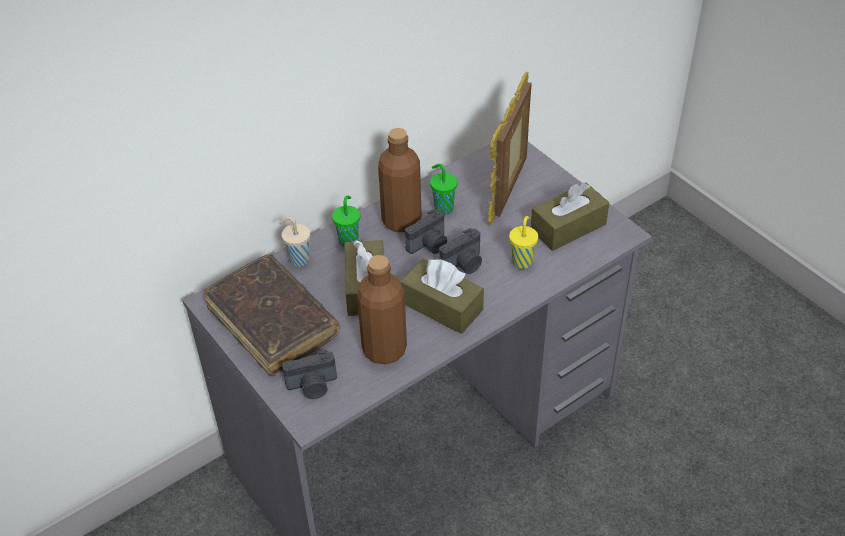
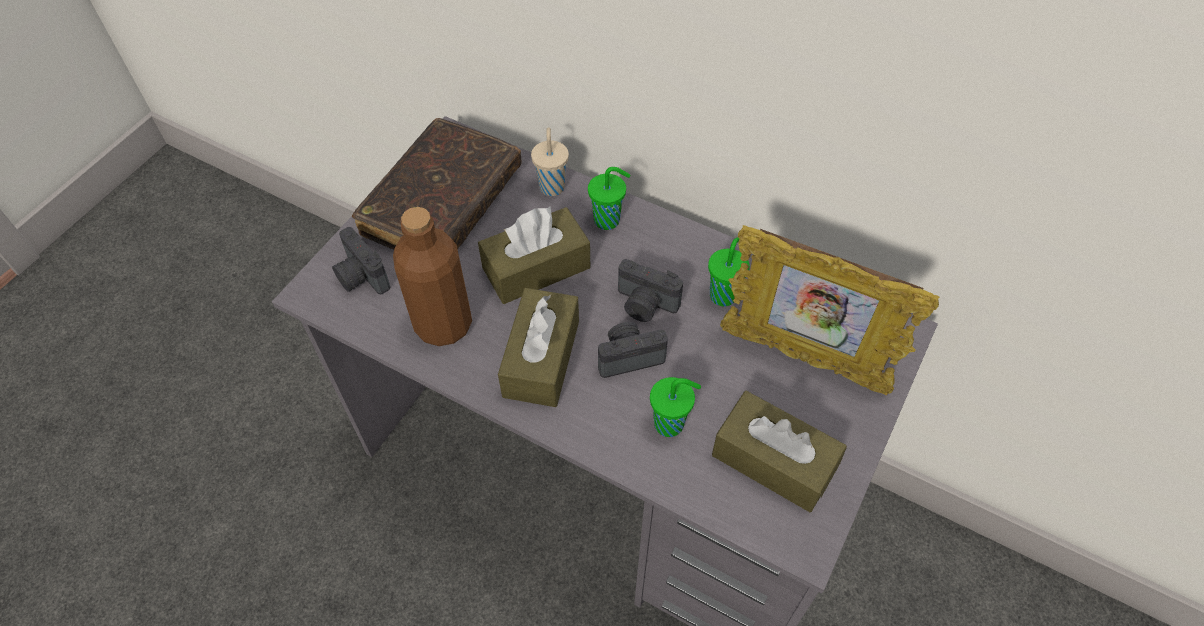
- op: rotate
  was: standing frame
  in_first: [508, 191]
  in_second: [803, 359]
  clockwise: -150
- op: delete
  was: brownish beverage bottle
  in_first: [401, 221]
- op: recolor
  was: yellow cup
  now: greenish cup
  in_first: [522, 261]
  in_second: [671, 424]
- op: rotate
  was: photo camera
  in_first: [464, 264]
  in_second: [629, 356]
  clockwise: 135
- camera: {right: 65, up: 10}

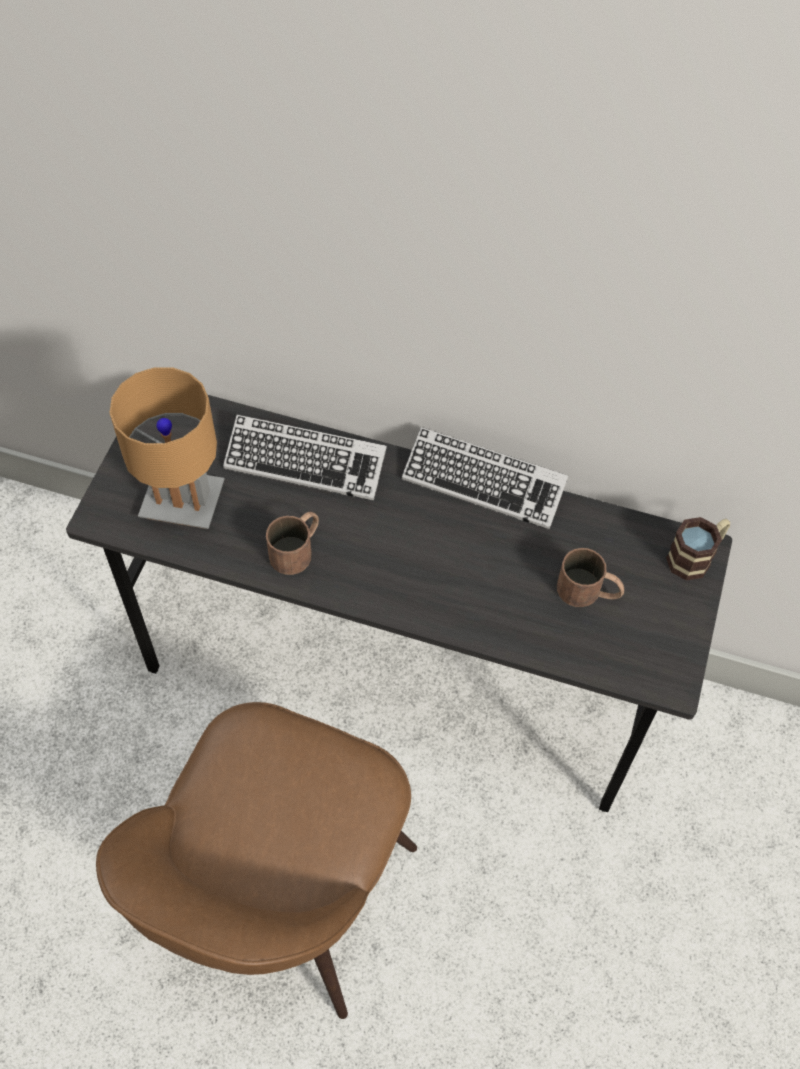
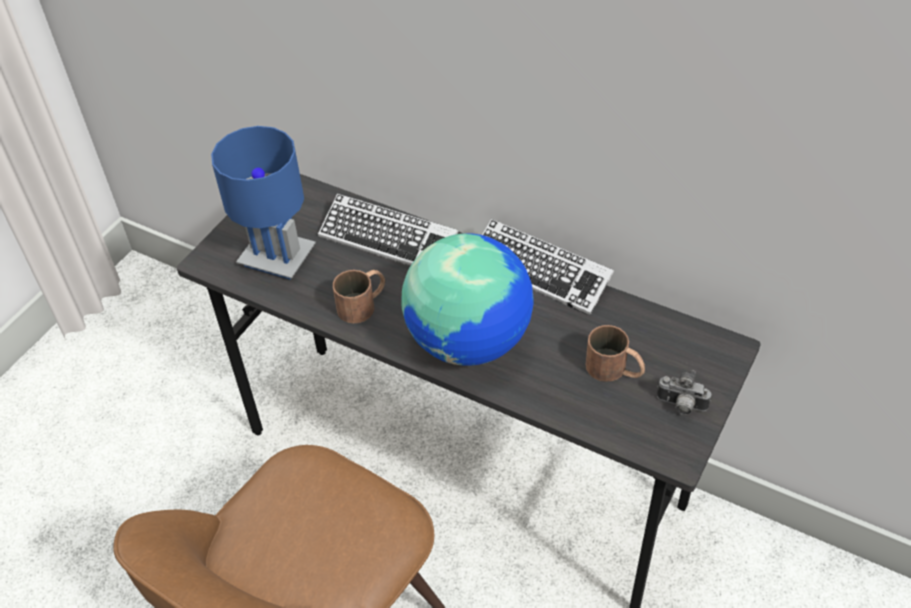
- op: recolor
  was: brownish tabletop lamp
  now: bluish tabletop lamp
  in_first: [182, 503]
  in_second: [277, 258]
- op: delete
  was: mug
  in_first: [695, 557]
- op: insert
  now: desk globe
  in_second: [470, 341]
- op: insert
  now: photo camera
  in_second: [681, 406]
- camera: {right: 15, up: -10}

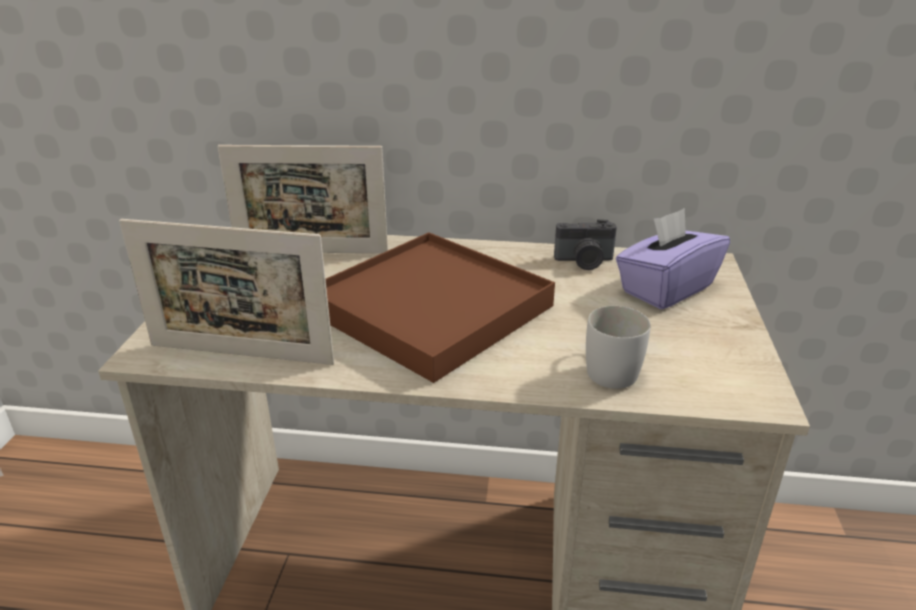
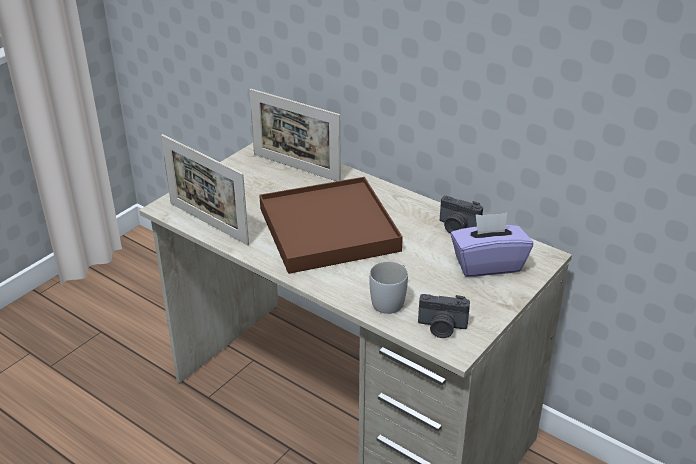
- op: insert
  now: photo camera
  in_second: [442, 328]
- camera: {right: 30, up: 5}

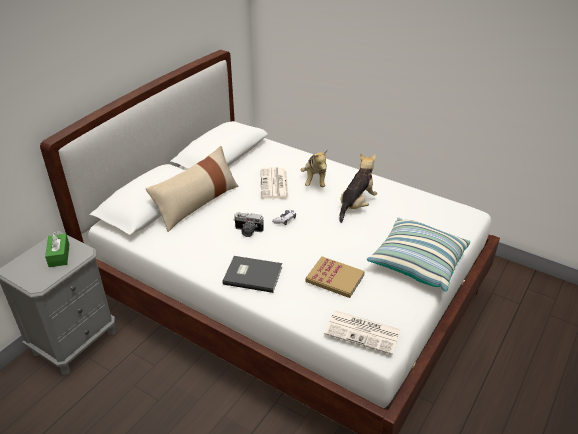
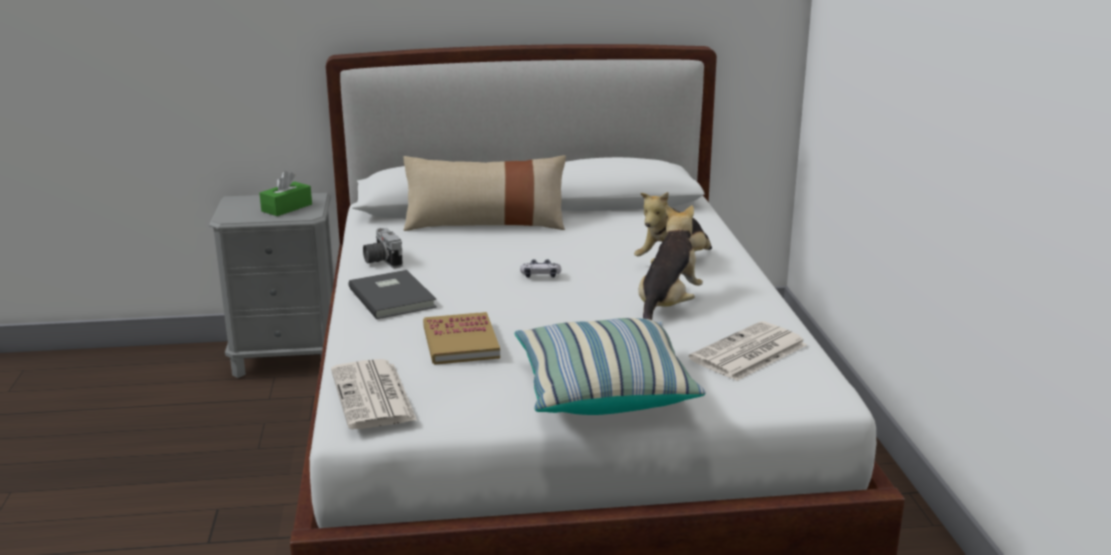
- op: rotate
  was: cuddly toy
  in_first: [356, 205]
  in_second: [667, 306]
  clockwise: -60
- op: move
  was: daily paper
  in_first: [274, 184]
  in_second: [748, 353]
- op: move
  was: photo camera
  in_first: [247, 231]
  in_second: [381, 261]
- camera: {right: 50, up: -15}

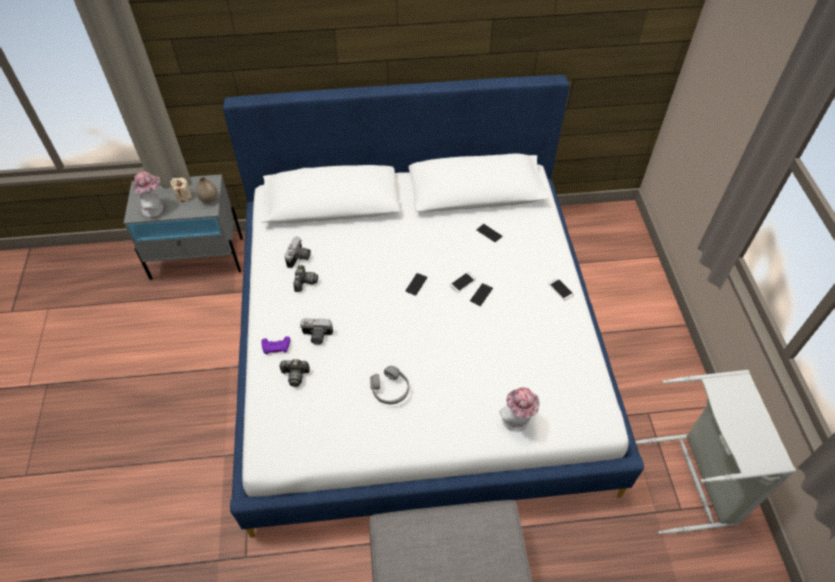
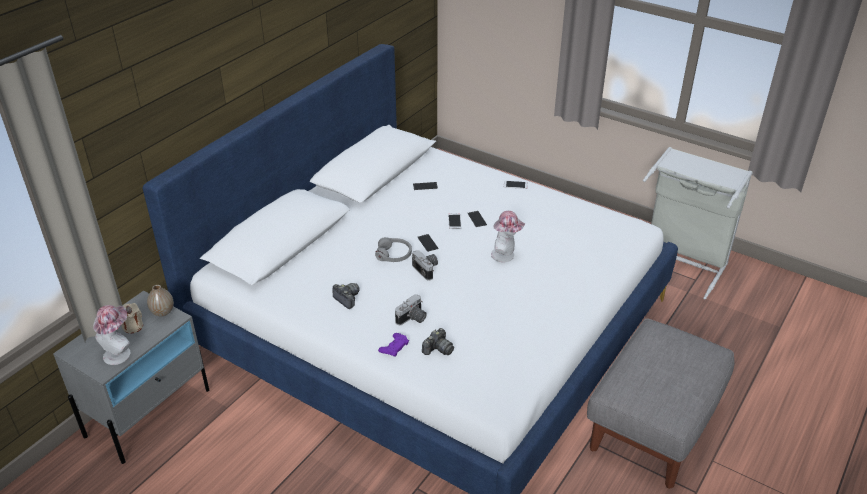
- op: move
  was: photo camera
  in_first: [299, 258]
  in_second: [427, 270]
- op: move
  was: greyish headset
  in_first: [390, 389]
  in_second: [394, 255]
- op: move
  was: wearable hat
  in_first: [517, 422]
  in_second: [506, 255]
- camera: {right: -50, up: -15}

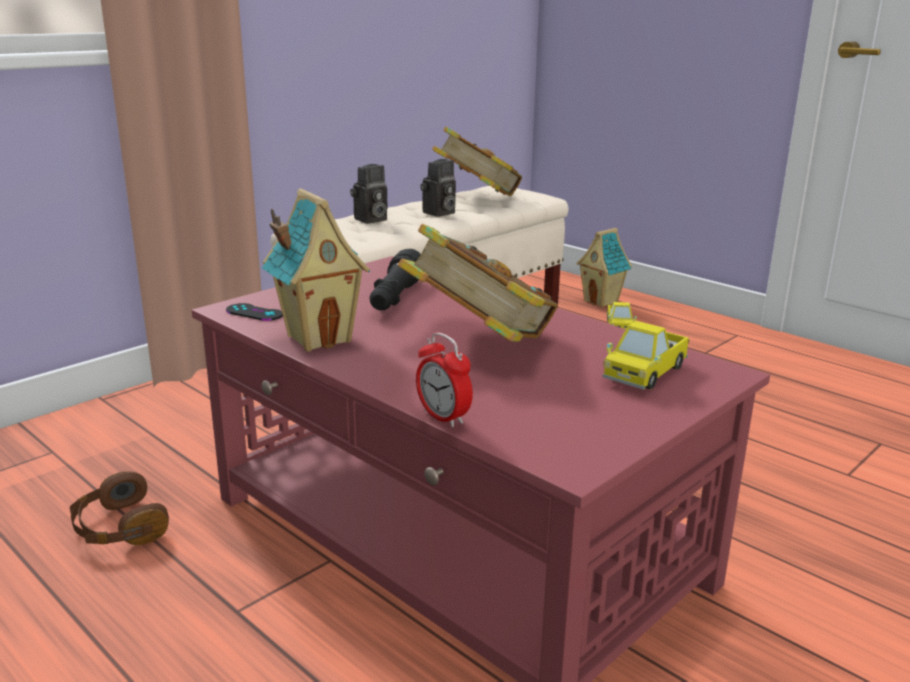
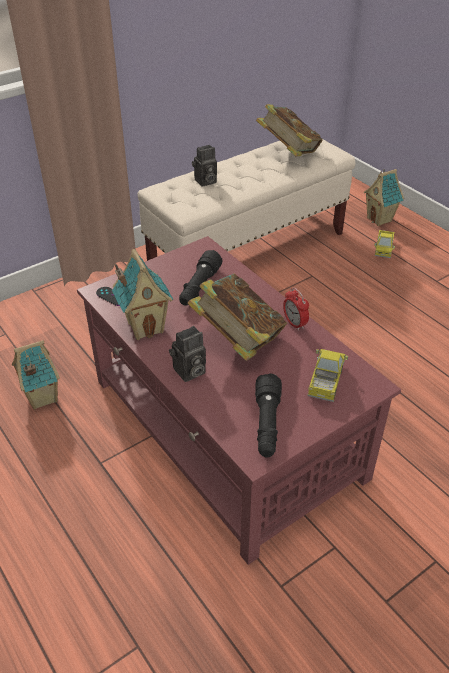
- op: move
  was: photo camera
  in_first: [439, 213]
  in_second: [189, 372]
- op: rotate
  was: model truck
  in_first: [645, 373]
  in_second: [326, 381]
  clockwise: 150
- op: move
  was: bedside clock
  in_first: [443, 417]
  in_second: [294, 323]
- op: replace
  was: brownish headset
  now: toy house
  in_first: [118, 528]
  in_second: [41, 398]
- op: insert
  now: black torch
  in_second: [267, 425]
- camera: {right: 10, up: 20}

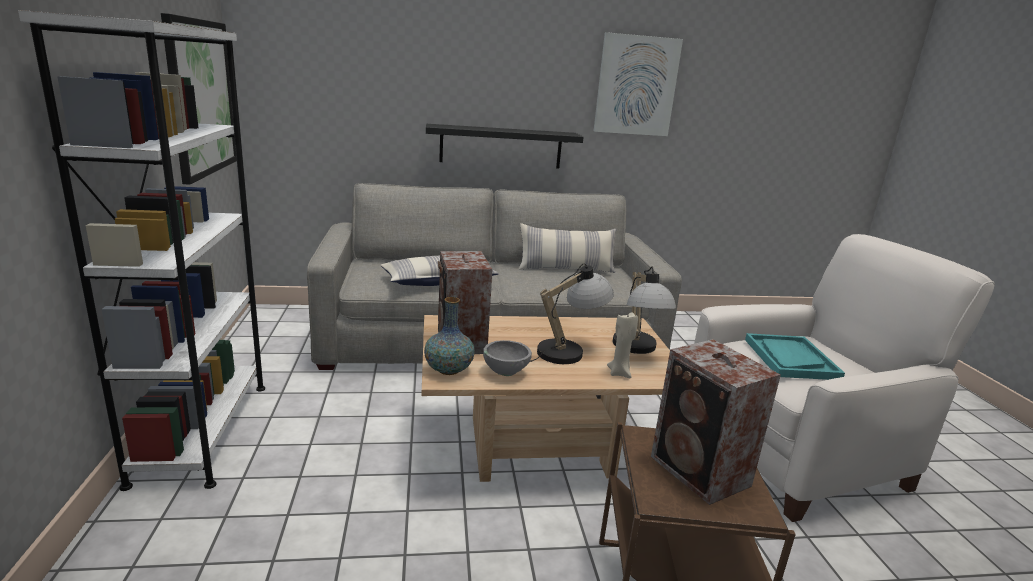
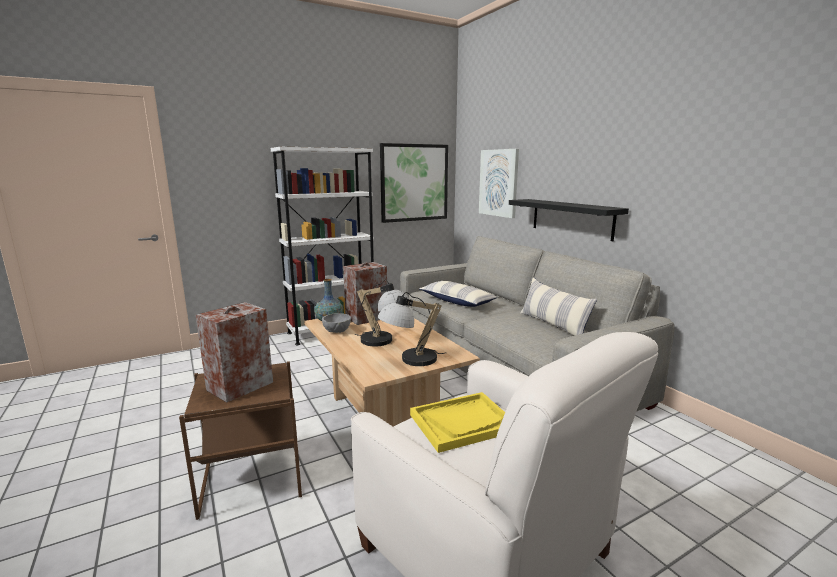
- op: move
  was: wall picture
  in_first: [636, 86]
  in_second: [499, 183]
- op: delete
  was: sand-coloured candle
  in_first: [619, 373]
- op: recolor
  was: blue-green carrying tray
  now: yellow carrying tray
  in_first: [790, 359]
  in_second: [462, 423]
- camera: {right: 70, up: -5}

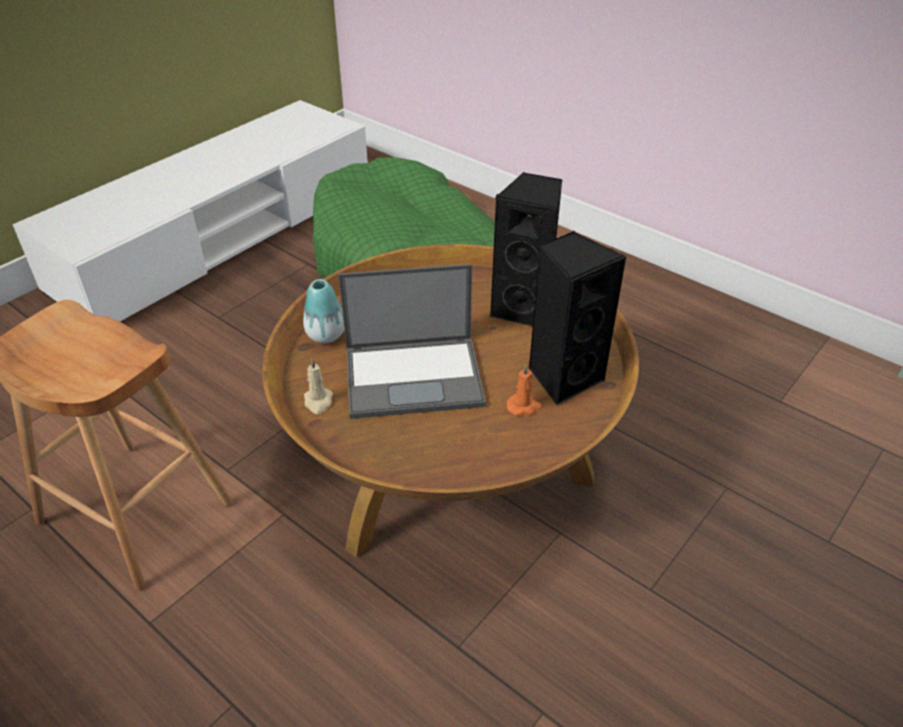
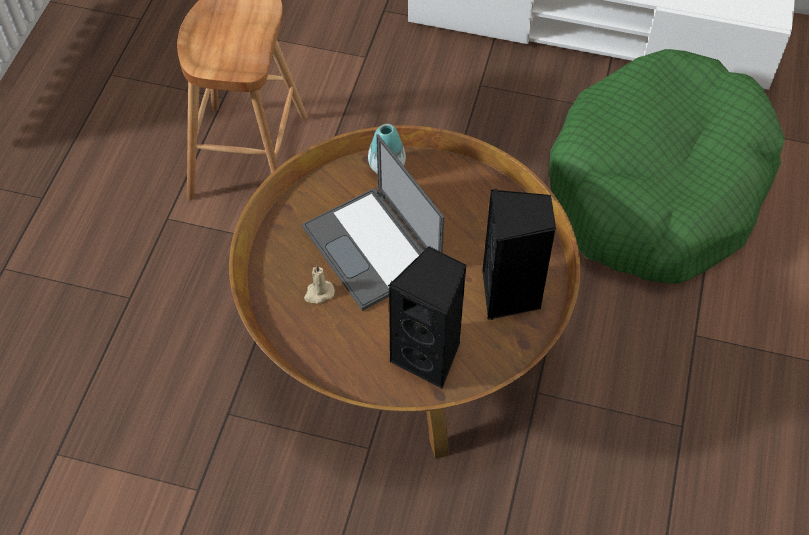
- op: move
  was: sand-coloured candle
  in_first: [318, 402]
  in_second: [319, 293]
- op: delete
  was: orangey candle
  in_first: [524, 406]
- camera: {right: 65, up: 15}

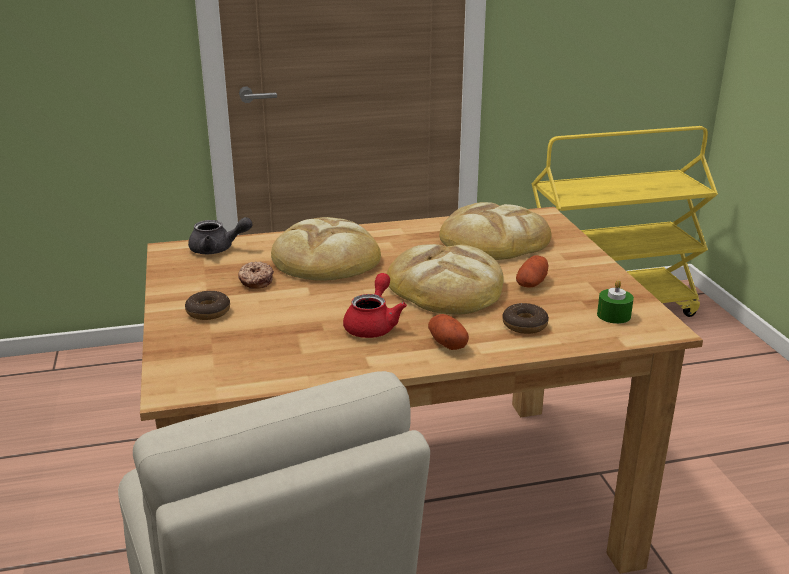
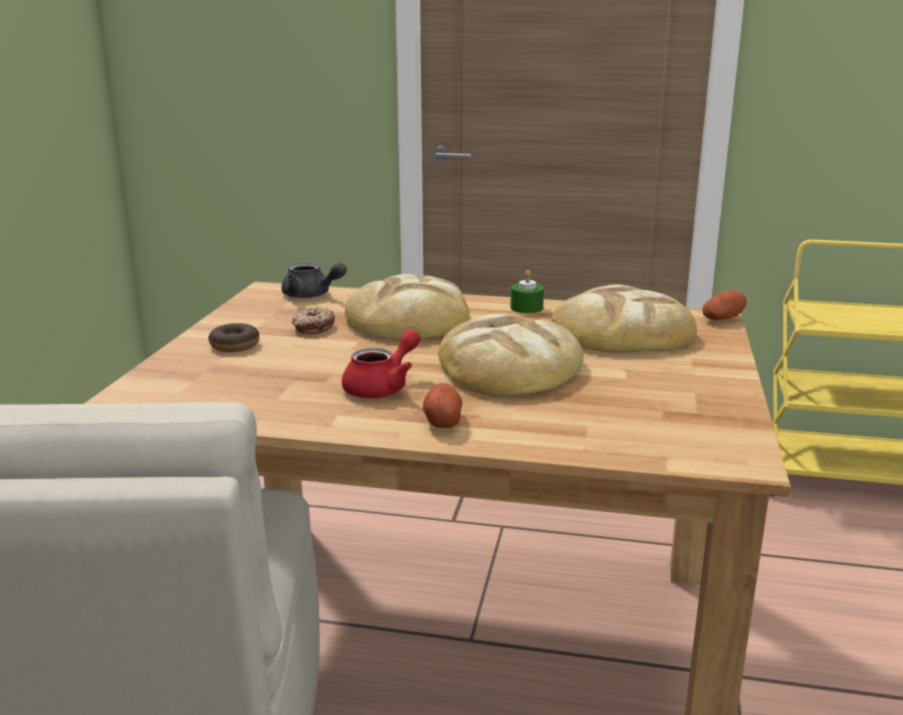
- op: move
  was: potato
  in_first: [531, 283]
  in_second: [723, 319]
- op: move
  was: greenish candle
  in_first: [613, 315]
  in_second: [526, 308]
- op: delete
  was: doughnut
  in_first: [524, 325]
- camera: {right: 25, up: -5}

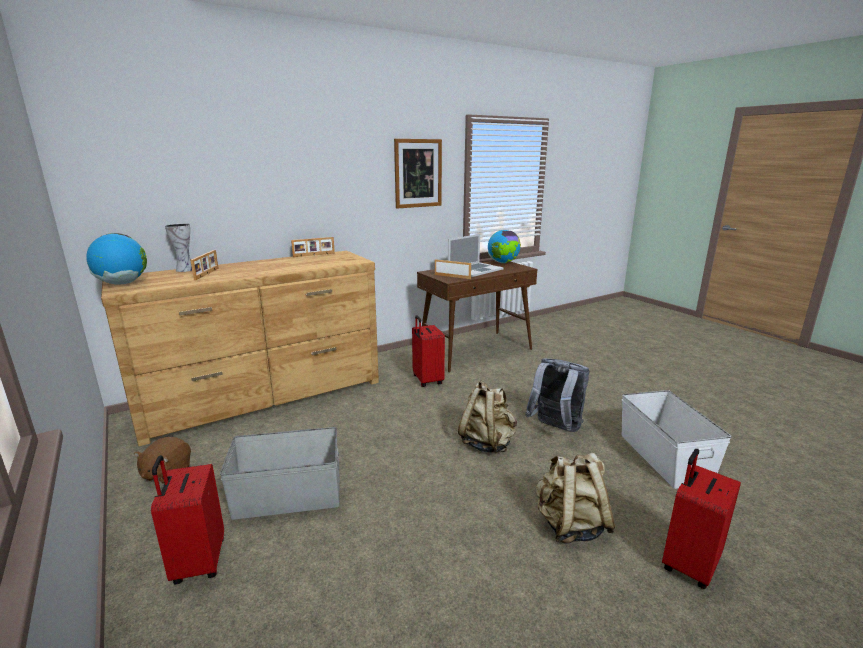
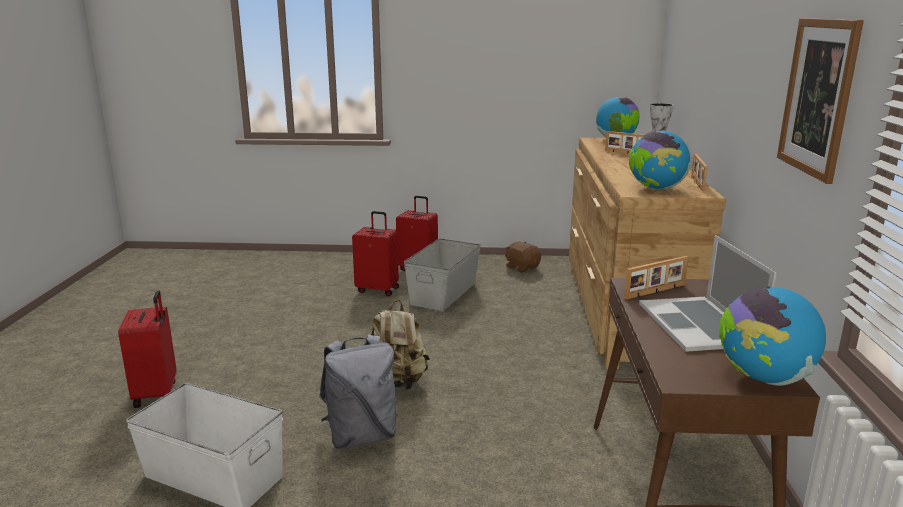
- op: move
  was: red suitcase
  in_first: [426, 380]
  in_second: [378, 289]
- op: delete
  was: sand-coloured knapsack
  in_first: [570, 526]
- op: insert
  now: desk globe
  in_second: [656, 188]
- camera: {right: 125, up: 0}

